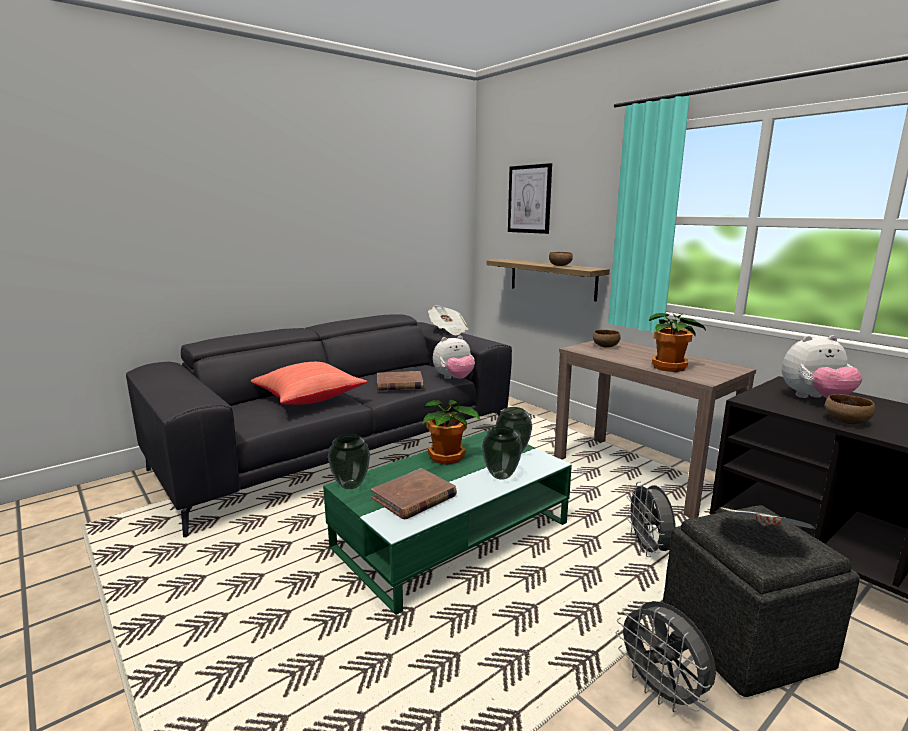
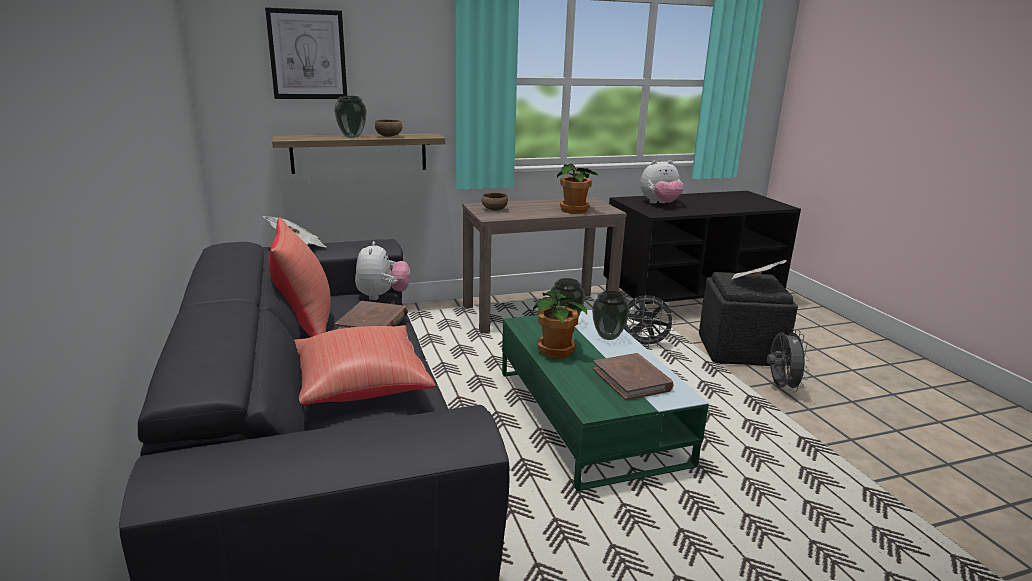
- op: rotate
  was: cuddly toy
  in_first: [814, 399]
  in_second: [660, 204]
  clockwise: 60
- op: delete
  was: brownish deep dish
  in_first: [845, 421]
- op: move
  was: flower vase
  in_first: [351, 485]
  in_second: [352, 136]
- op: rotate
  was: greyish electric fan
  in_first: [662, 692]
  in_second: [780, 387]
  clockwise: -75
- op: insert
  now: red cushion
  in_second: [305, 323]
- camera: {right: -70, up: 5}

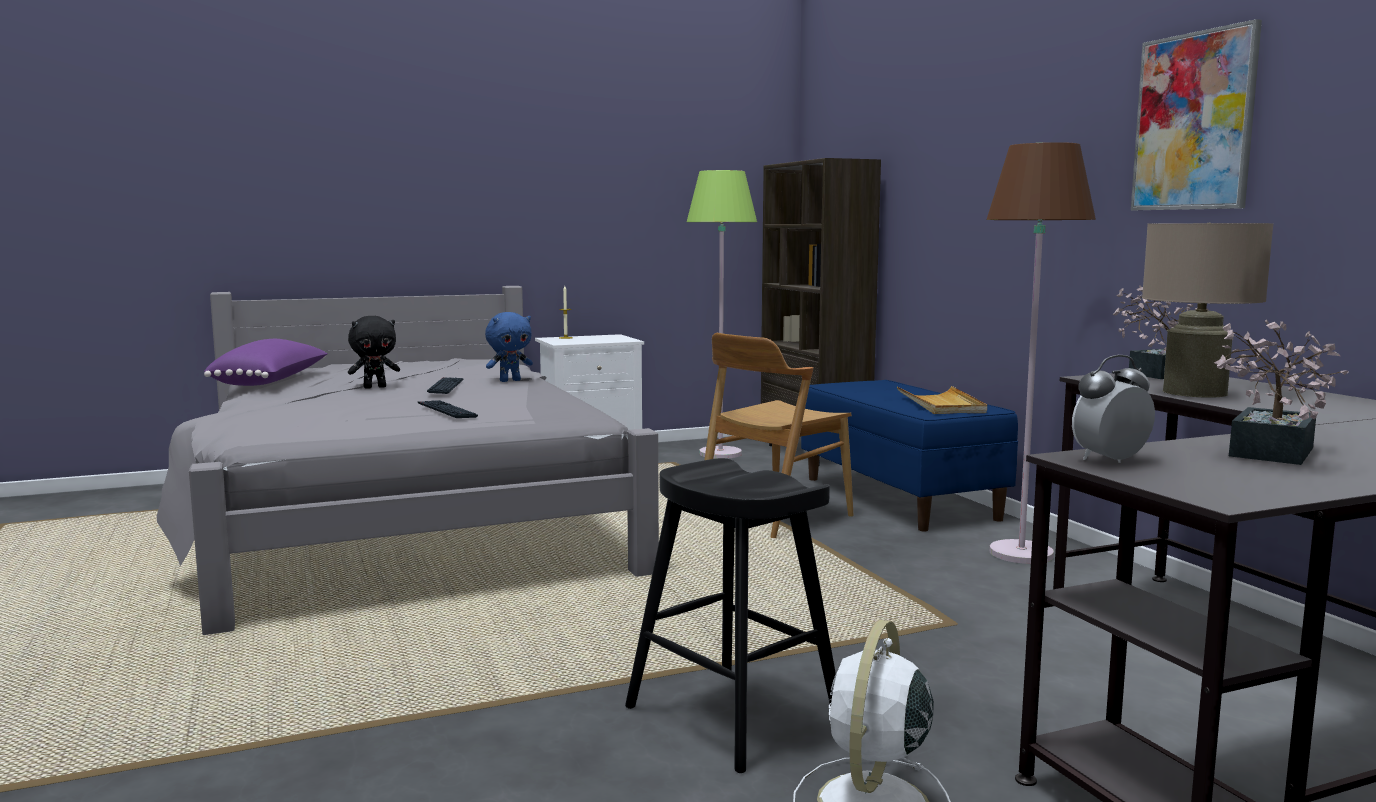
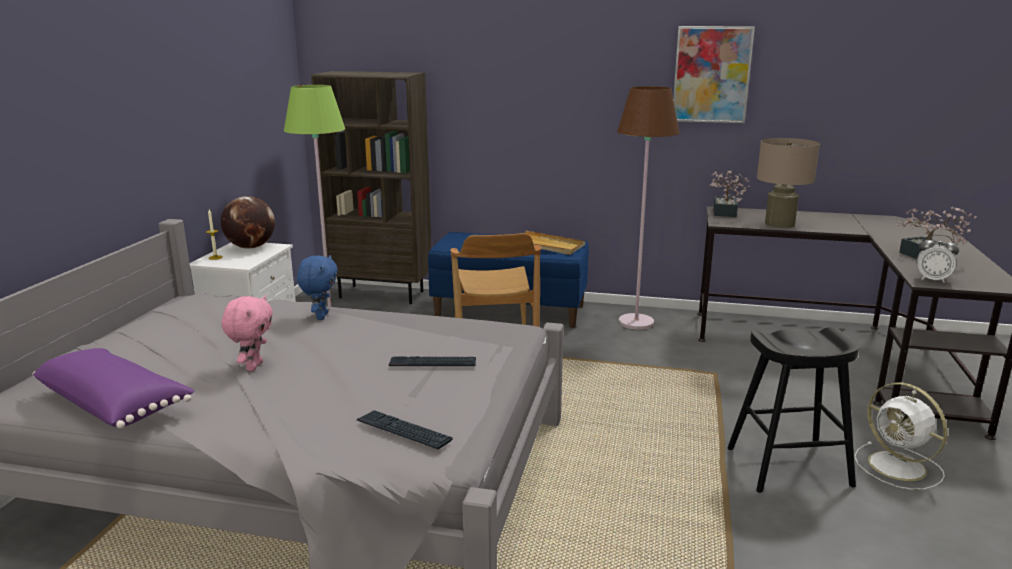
- op: recolor
  was: black cuddly toy
  now: pink-coloured cuddly toy
  in_first: [375, 387]
  in_second: [253, 366]
- op: rotate
  was: bedside clock
  in_first: [1110, 460]
  in_second: [932, 280]
  clockwise: -75
- op: move
  was: keyboard
  in_first: [446, 387]
  in_second: [403, 431]
- op: insert
  now: desk globe
  in_second: [250, 247]
- camera: {right: -55, up: 10}

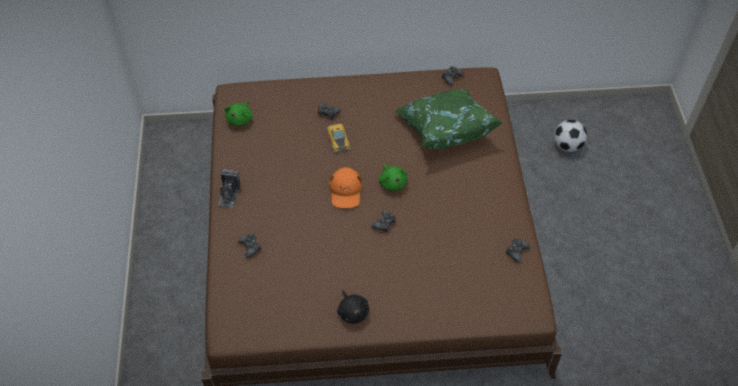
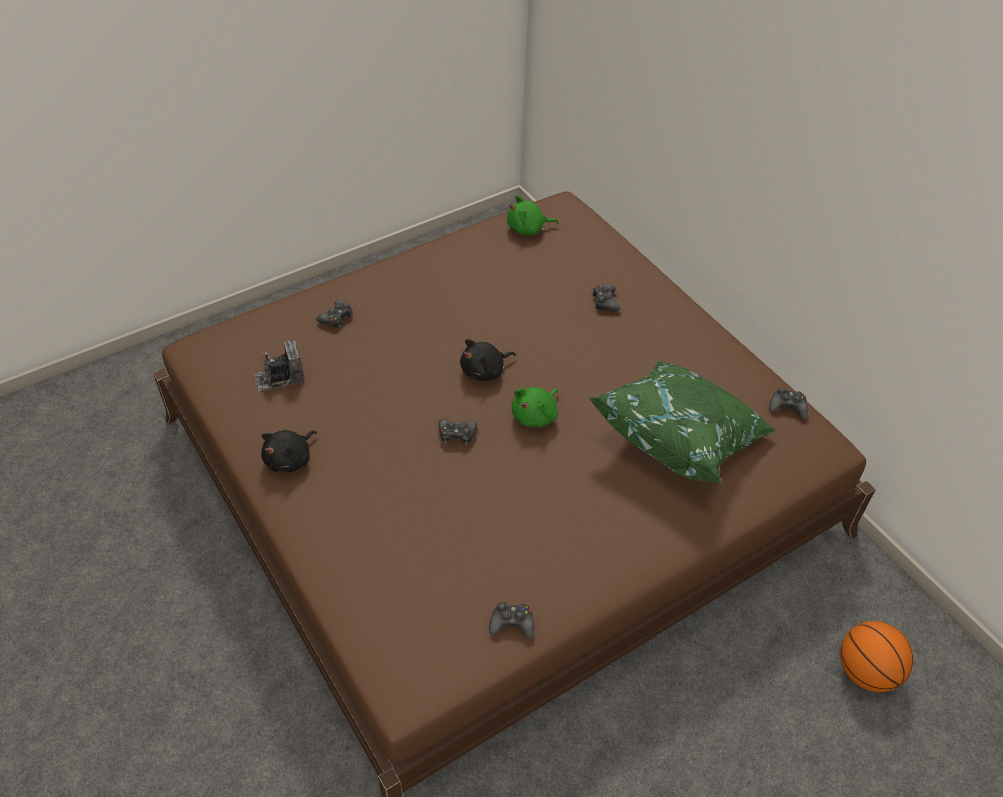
- op: replace
  was: football
  now: basketball ball
  in_first: [567, 145]
  in_second: [866, 671]
- op: delete
  was: model car
  in_first: [338, 139]
- op: replace
  was: orangey cap
  now: black cuddly toy
  in_first: [345, 190]
  in_second: [485, 371]
- op: move
  was: photo camera
  in_first: [229, 195]
  in_second: [279, 378]
- camera: {right: 60, up: -5}

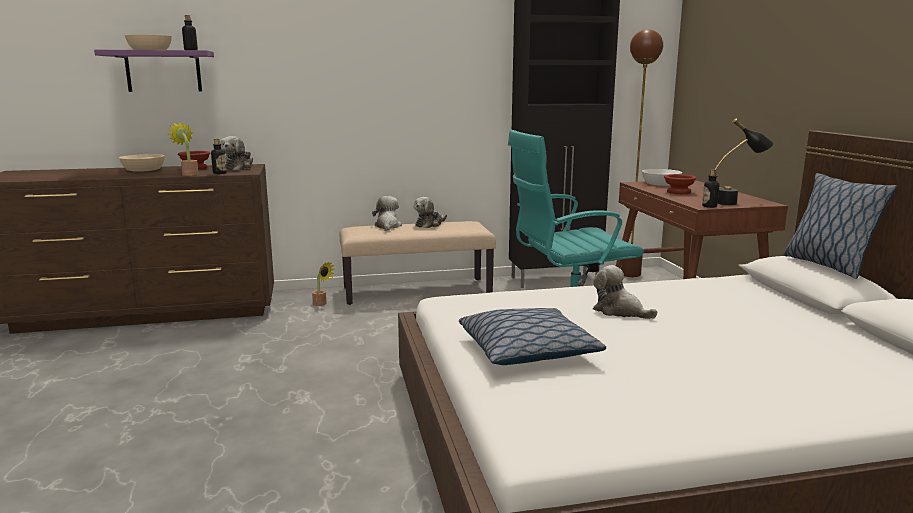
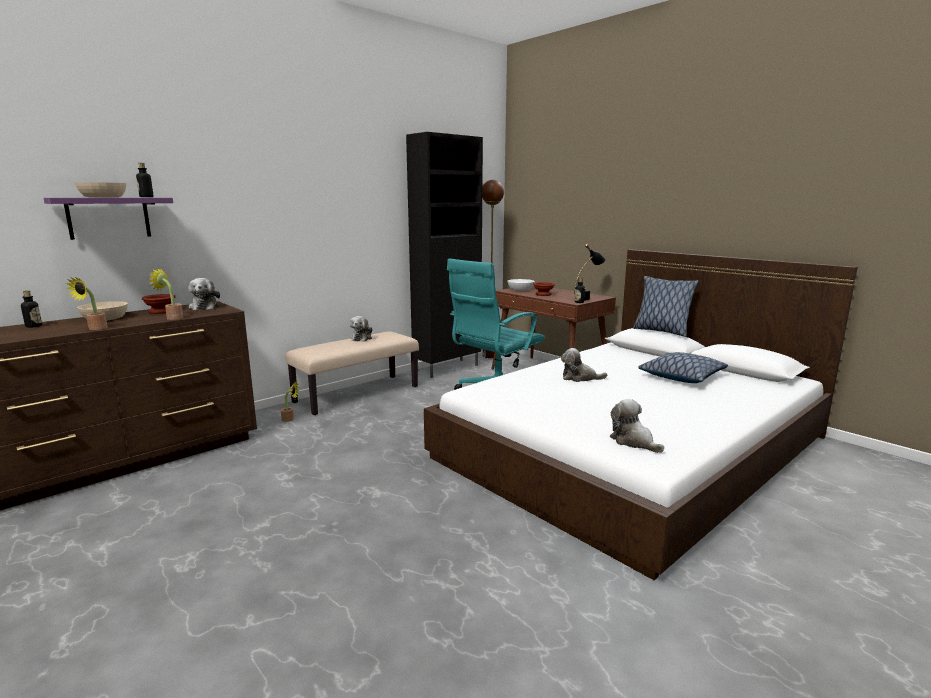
- op: move
  was: beverage bottle
  in_first: [219, 173]
  in_second: [34, 326]
- op: move
  was: cuddly toy
  in_first: [387, 226]
  in_second: [633, 441]
- op: move
  was: cushion
  in_first: [527, 351]
  in_second: [681, 376]
- op: insert
  now: houseplant
  in_second: [95, 328]
- camera: {right: -30, up: 0}

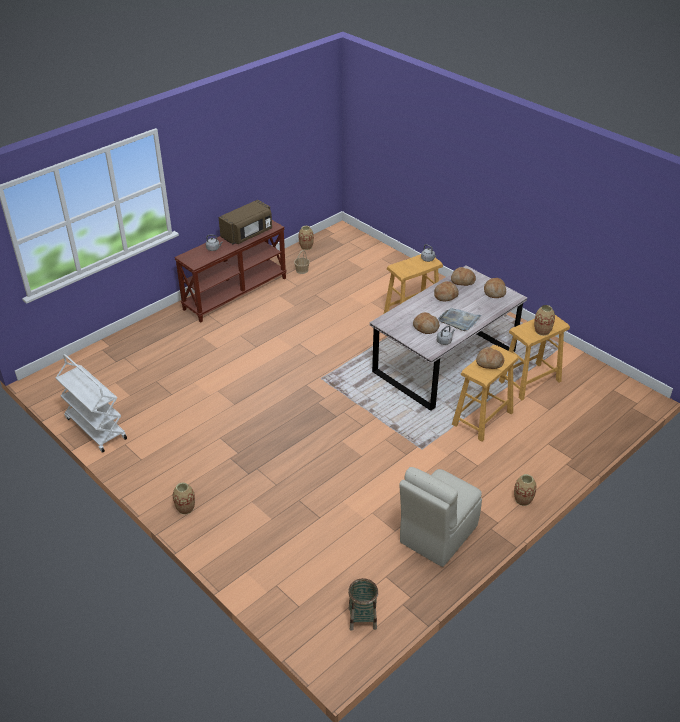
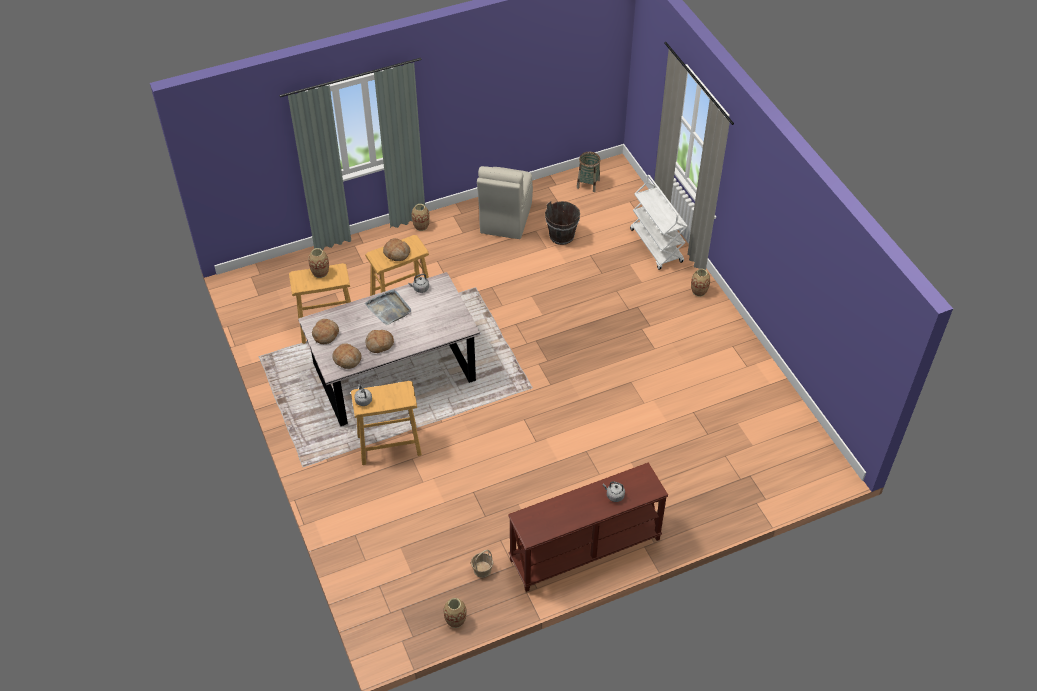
- op: delete
  was: brownish microwave oven
  in_first: [247, 234]
- op: delete
  was: baked bread
  in_first: [426, 327]
- op: move
  was: white wheeled cart
  in_first: [95, 428]
  in_second: [656, 246]
- op: rotate
  was: sand-coloured plain chair
  in_first: [437, 535]
  in_second: [505, 219]
  clockwise: 135
- op: insert
  now: brownish water bucket
  in_second: [561, 236]
- camera: {right: -160, up: 10}

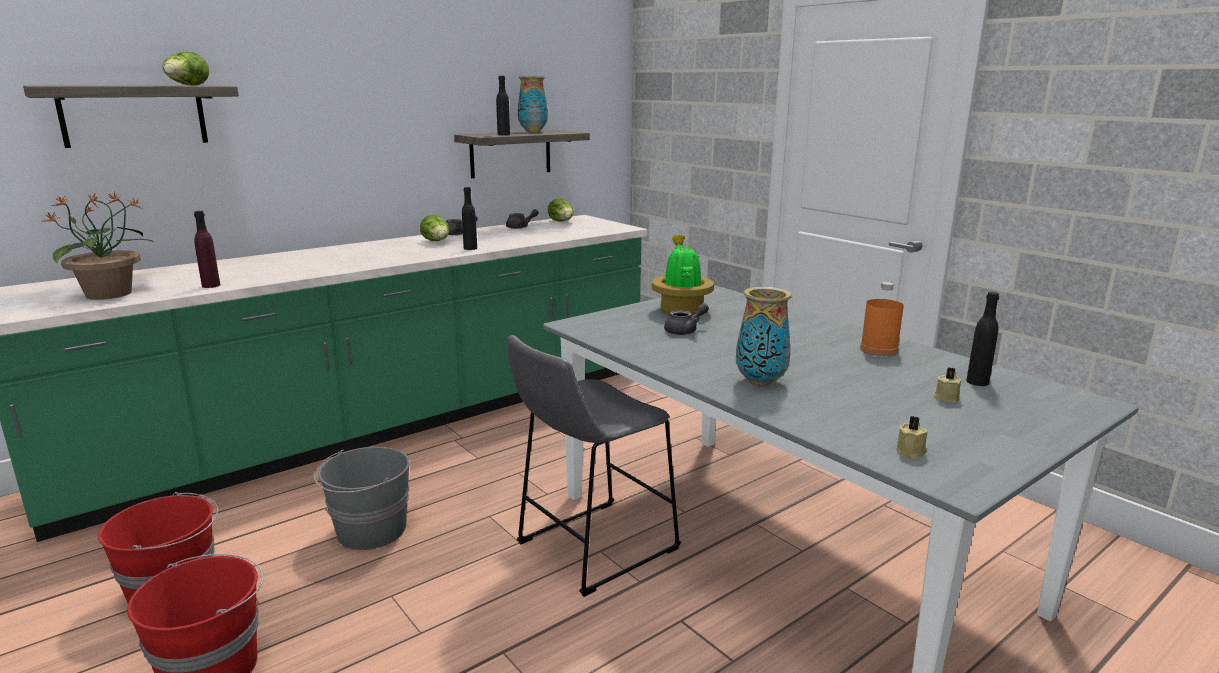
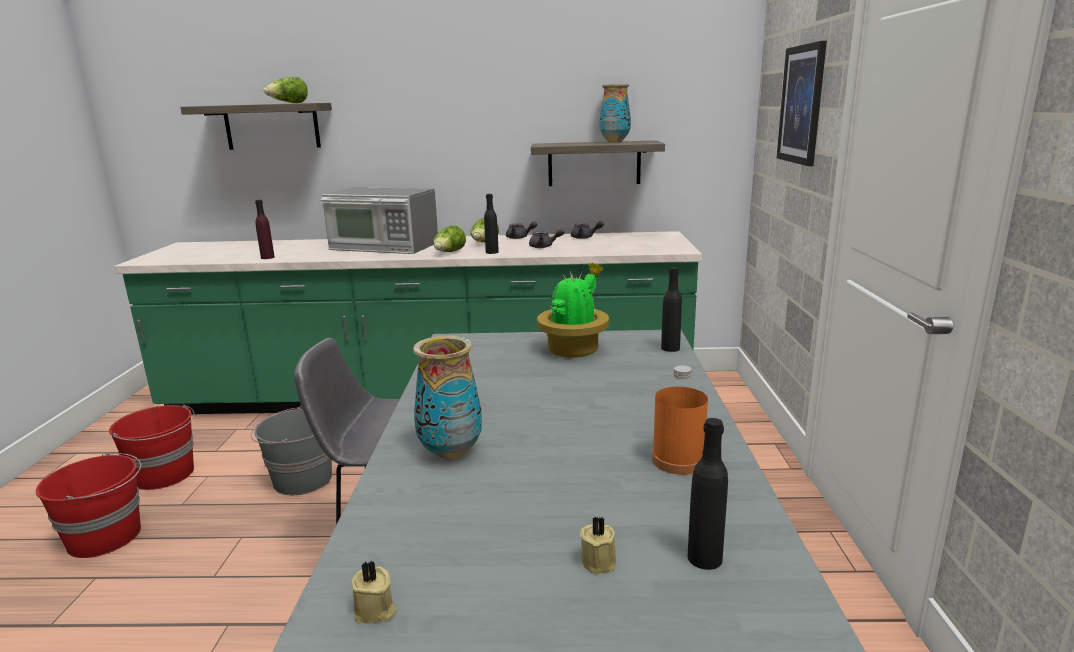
- op: move
  was: black beverage bottle
  in_first: [503, 134]
  in_second: [670, 348]
- op: delete
  was: houseplant
  in_first: [110, 294]
- op: move
  was: lettuce head
  in_first: [562, 222]
  in_second: [449, 253]
- op: move
  was: greyish teapot
  in_first: [685, 331]
  in_second: [544, 246]
- op: insert
  now: wall picture
  in_second: [801, 104]
- op: insert
  now: microwave oven
  in_second: [383, 246]
- camera: {right: 40, up: 0}

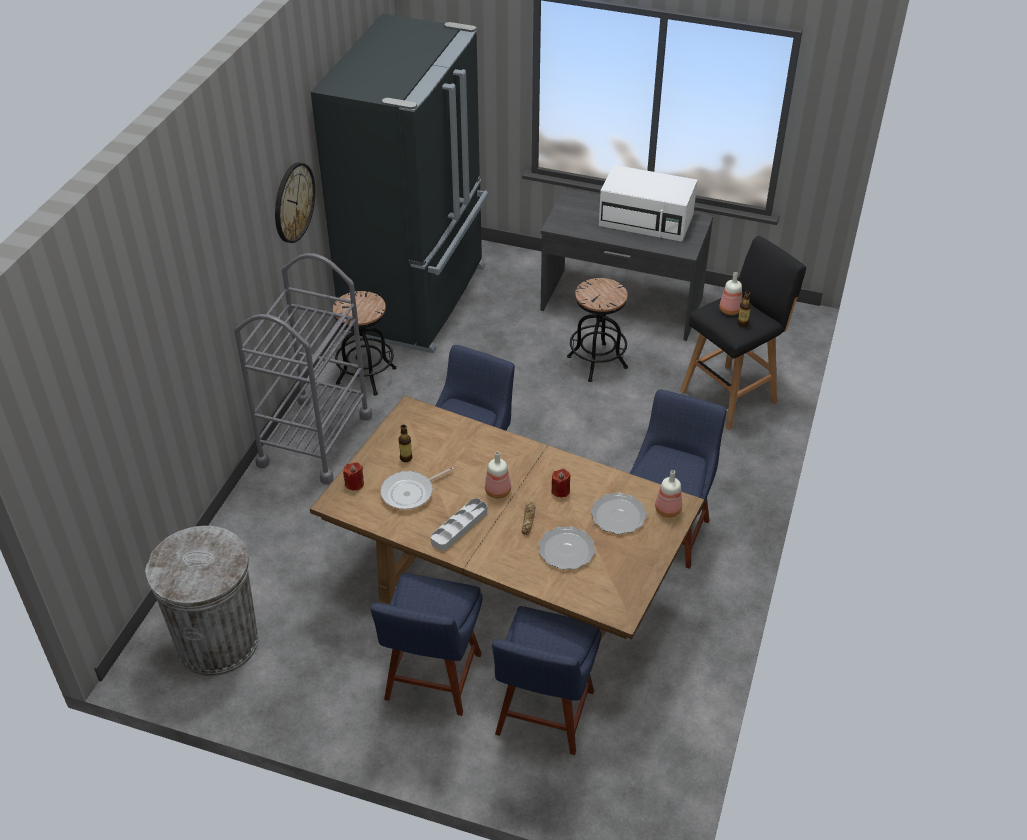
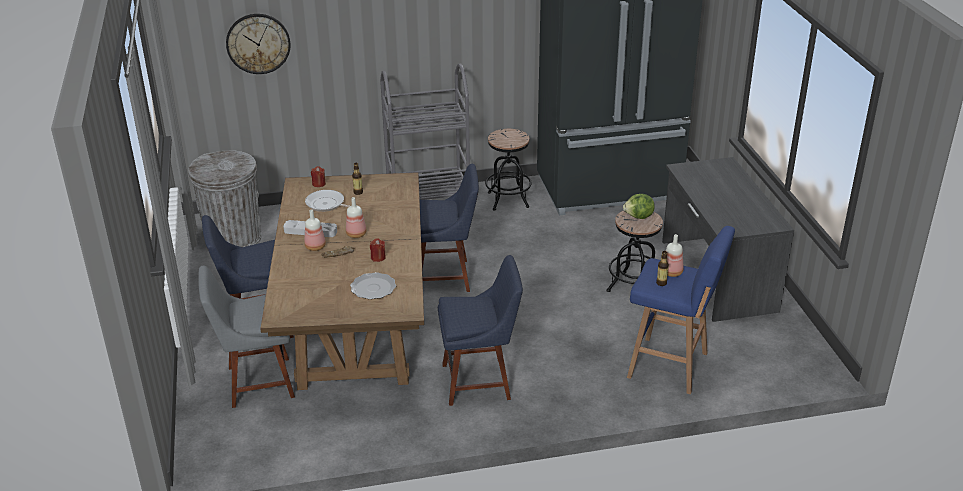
- op: move
  was: clock on the wall
  in_first: [293, 202]
  in_second: [258, 43]
- op: delete
  was: white microwave oven
  in_first: [647, 220]
- op: recolor
  was: black stool seat
  now: bluish stool seat
  in_first: [731, 395]
  in_second: [671, 366]
- op: move
  was: beverage bottle
  in_first: [667, 509]
  in_second: [315, 246]
- op: delete
  was: dinner plate
  in_first: [566, 550]
- op: recolor
  was: bluish plain chair
  now: greyish plain chair
  in_first: [543, 717]
  in_second: [256, 383]
- op: insert
  now: lettuce head
  in_second: [639, 217]
- camera: {right: 60, up: -10}

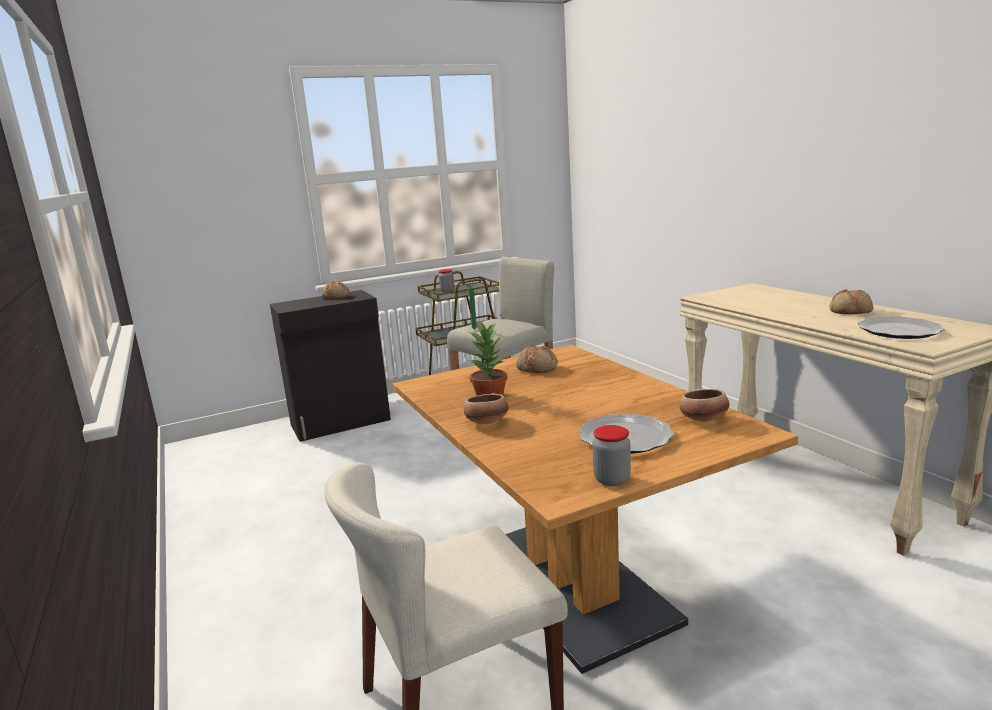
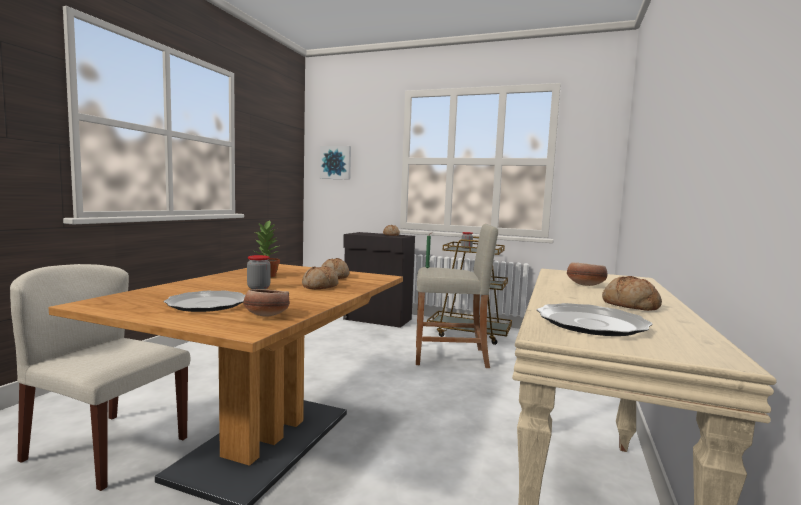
- op: move
  was: deep dish
  in_first: [486, 422]
  in_second: [585, 285]
- op: move
  was: storage jar
  in_first: [612, 479]
  in_second: [258, 288]
- op: insert
  now: wall picture
  in_second: [336, 162]
- op: insert
  now: baked bread
  in_second: [320, 286]
- camera: {right: 45, up: -10}

